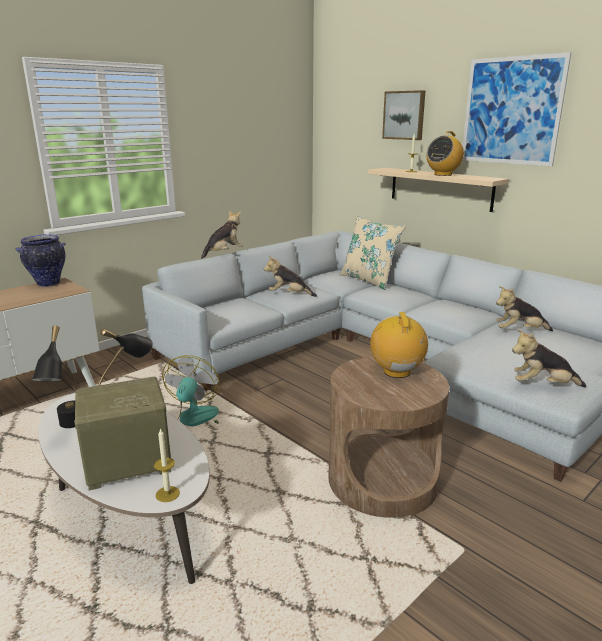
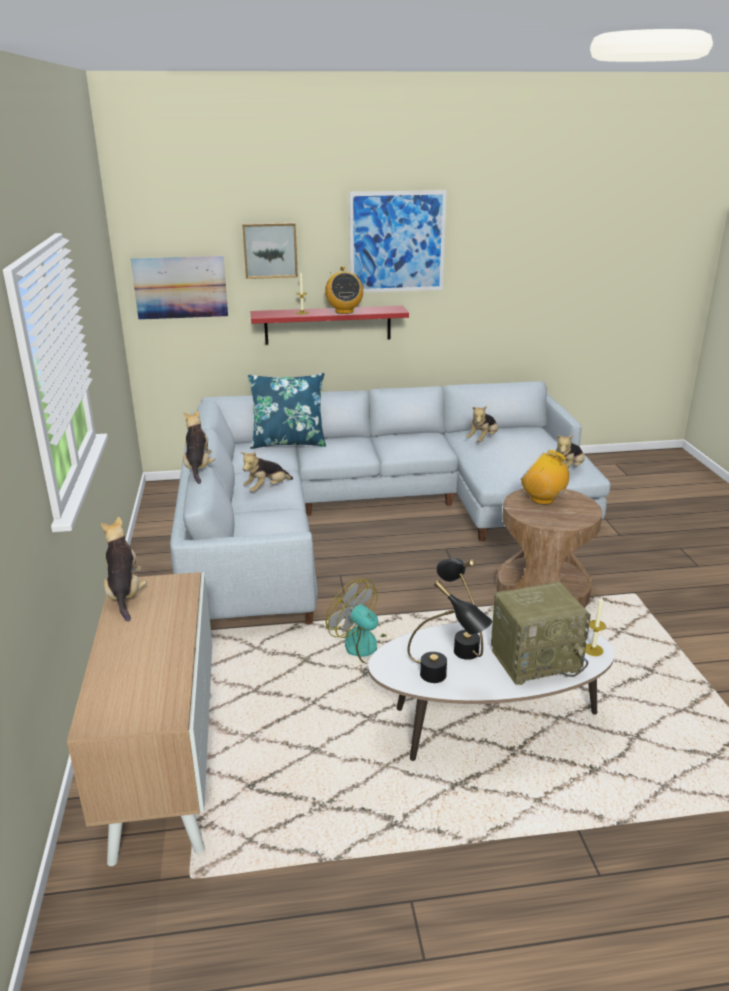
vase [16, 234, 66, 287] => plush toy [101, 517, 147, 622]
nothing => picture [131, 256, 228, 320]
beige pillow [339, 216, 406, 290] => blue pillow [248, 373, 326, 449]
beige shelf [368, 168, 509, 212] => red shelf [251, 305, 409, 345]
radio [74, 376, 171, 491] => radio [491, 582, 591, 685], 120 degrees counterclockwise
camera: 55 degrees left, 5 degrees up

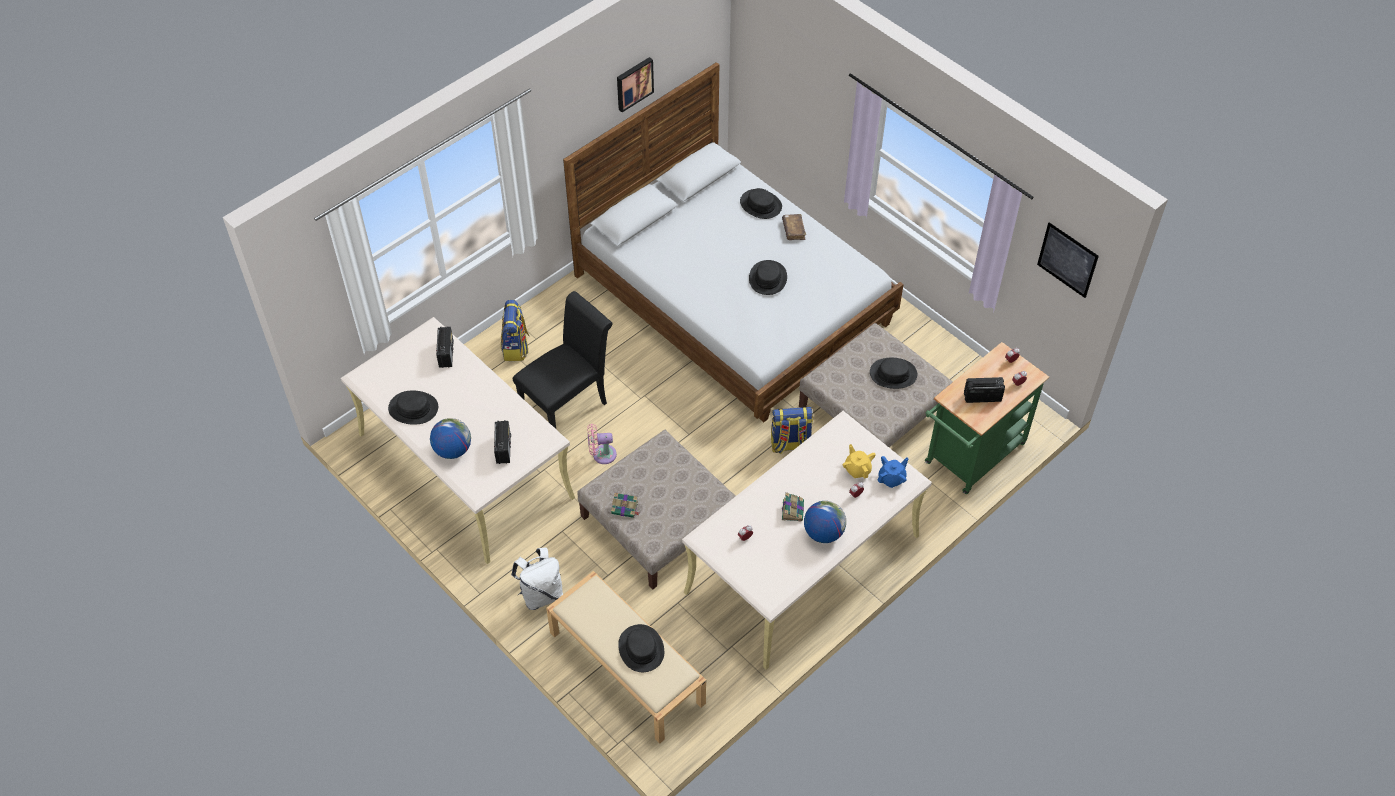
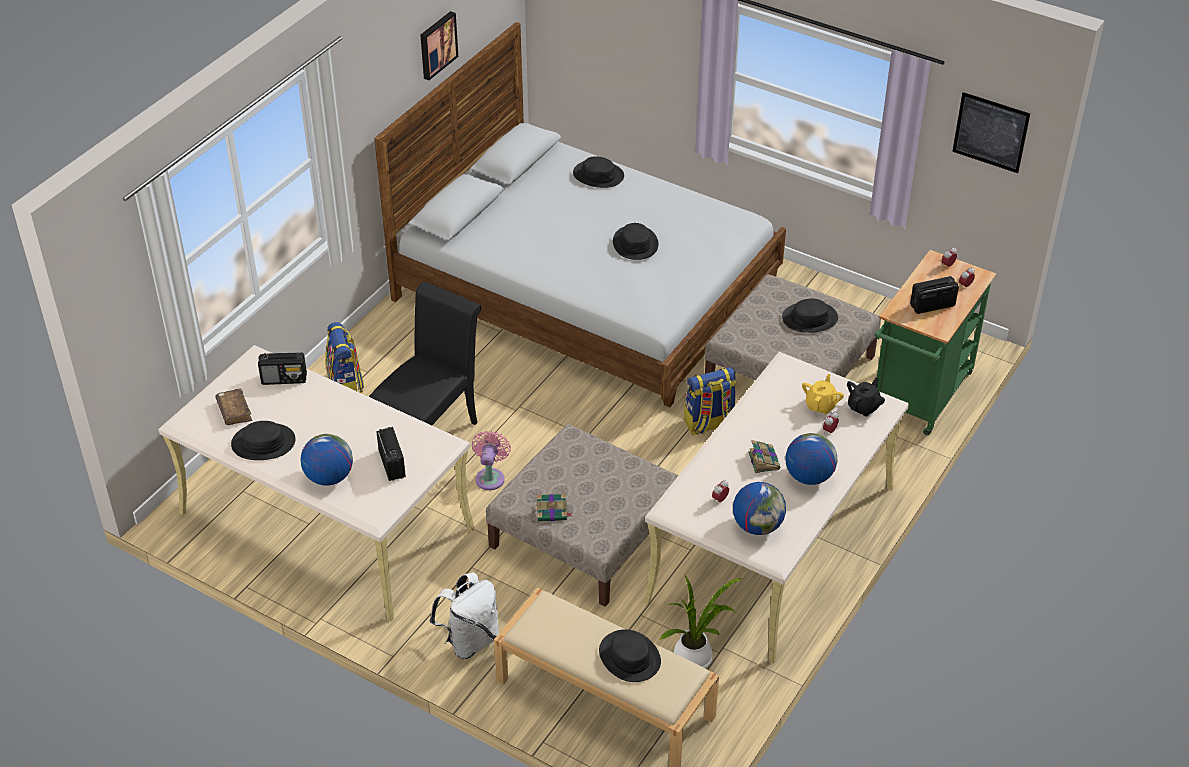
brown book [782, 214, 806, 240] => brown book [215, 388, 252, 425], relocated
radio [436, 327, 454, 368] => radio [258, 352, 307, 385], 105 degrees clockwise
pink fan [587, 424, 617, 464] => pink fan [472, 431, 511, 490], 120 degrees clockwise
nothing => potted plant [660, 574, 743, 668]
nothing => globe [733, 482, 786, 535]
yellow teapot [843, 444, 876, 478] => yellow teapot [802, 374, 844, 414], 60 degrees clockwise
blue teapot [877, 456, 909, 488] => black teapot [847, 377, 885, 417]
camera: 15 degrees left, 10 degrees down

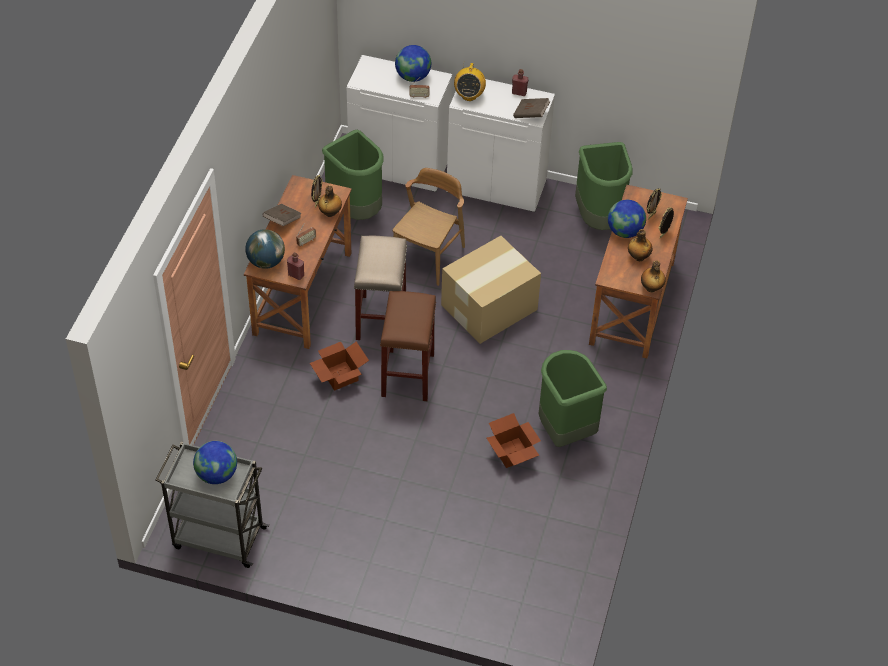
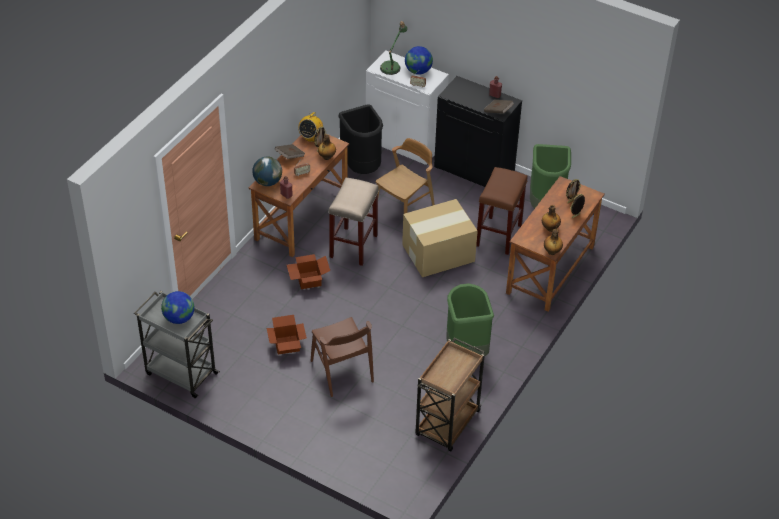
cardboard box [487, 413, 541, 468] => cardboard box [267, 315, 307, 355], relocated
radio [454, 63, 486, 101] => radio [298, 112, 323, 142], relocated
nothing => brown chair [311, 317, 374, 397]
green trash can [322, 130, 384, 220] => black trash can [339, 104, 383, 174]
nothing => table lamp [380, 21, 408, 75]
nothing => brown cart [416, 338, 485, 452]
white cabinet [446, 79, 555, 212] => black cabinet [434, 76, 522, 187]
brown stool [380, 291, 436, 401] => brown stool [476, 167, 527, 255], relocated
globe [608, 200, 646, 238] => nothing
camera: 15 degrees right, 5 degrees down

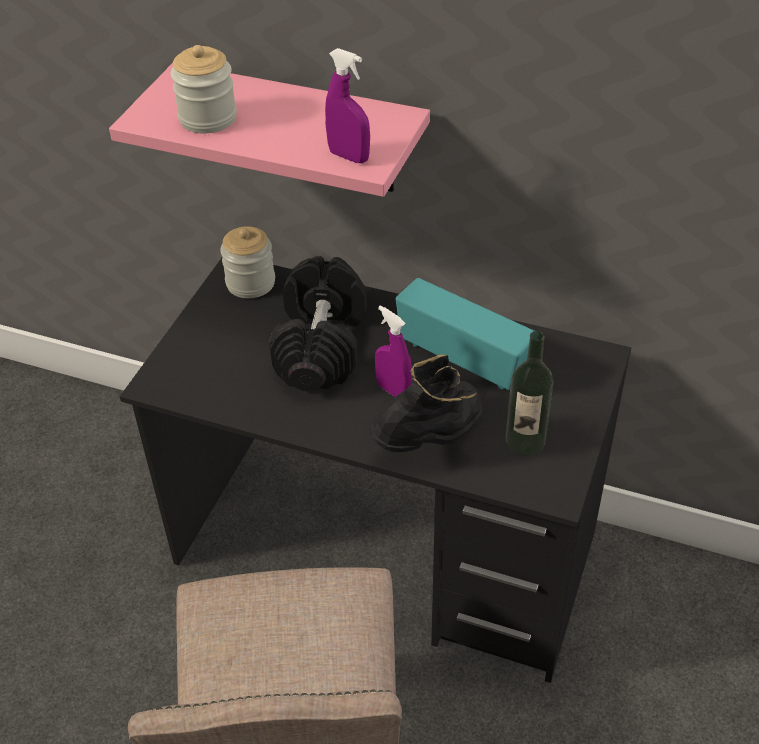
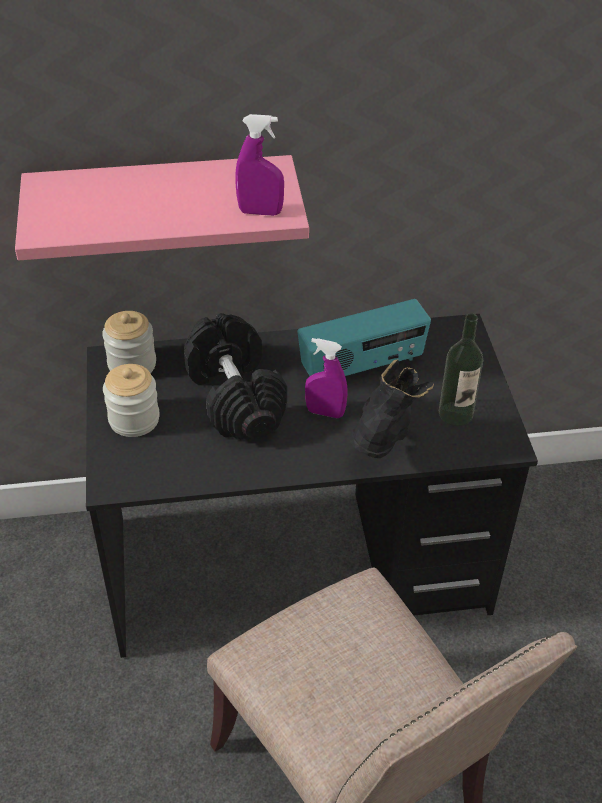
jar [171, 45, 237, 133] => jar [103, 364, 160, 437], relocated
radio [396, 278, 534, 390] => radio [297, 299, 431, 376], 150 degrees clockwise
camera: 30 degrees left, 0 degrees up

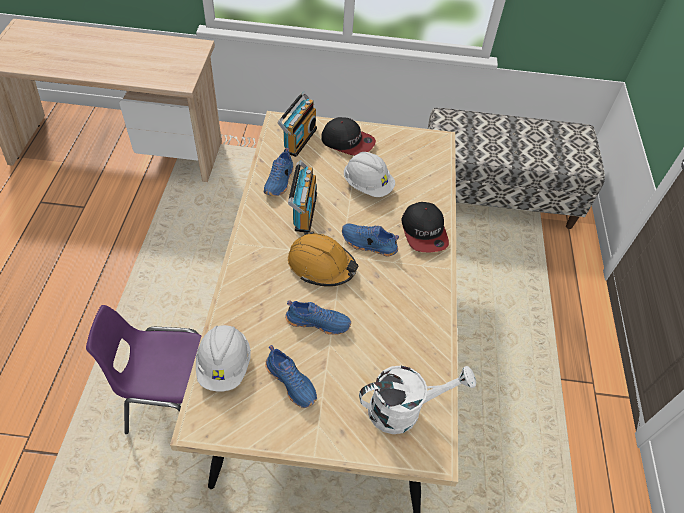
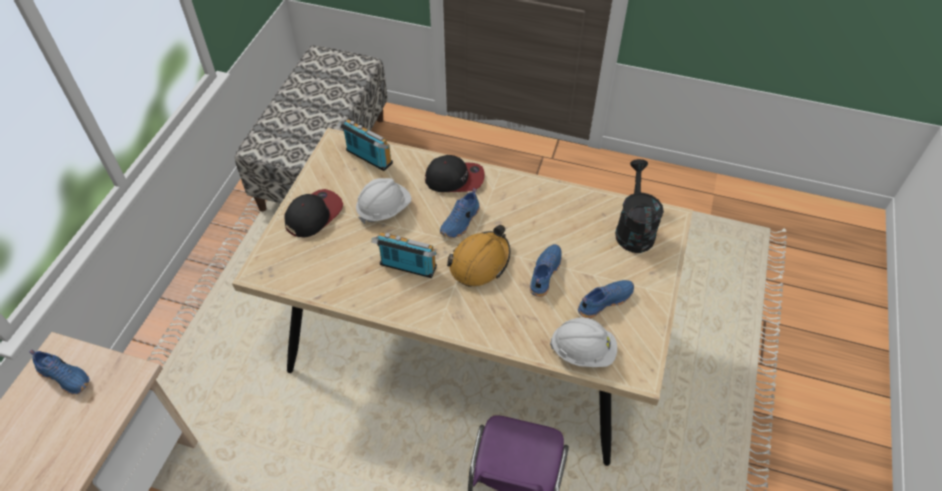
blue shoe [264, 148, 294, 196] => blue shoe [29, 349, 90, 394], relocated
radio [277, 92, 317, 157] => radio [336, 119, 393, 171], relocated
white watering can [359, 366, 476, 434] => black watering can [615, 159, 664, 253]
camera: 75 degrees left, 0 degrees up

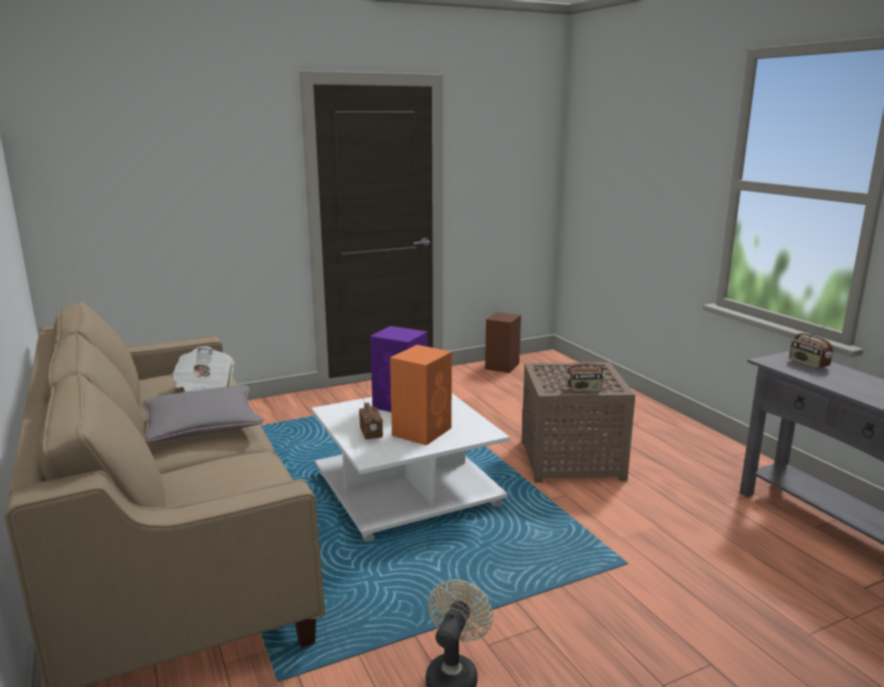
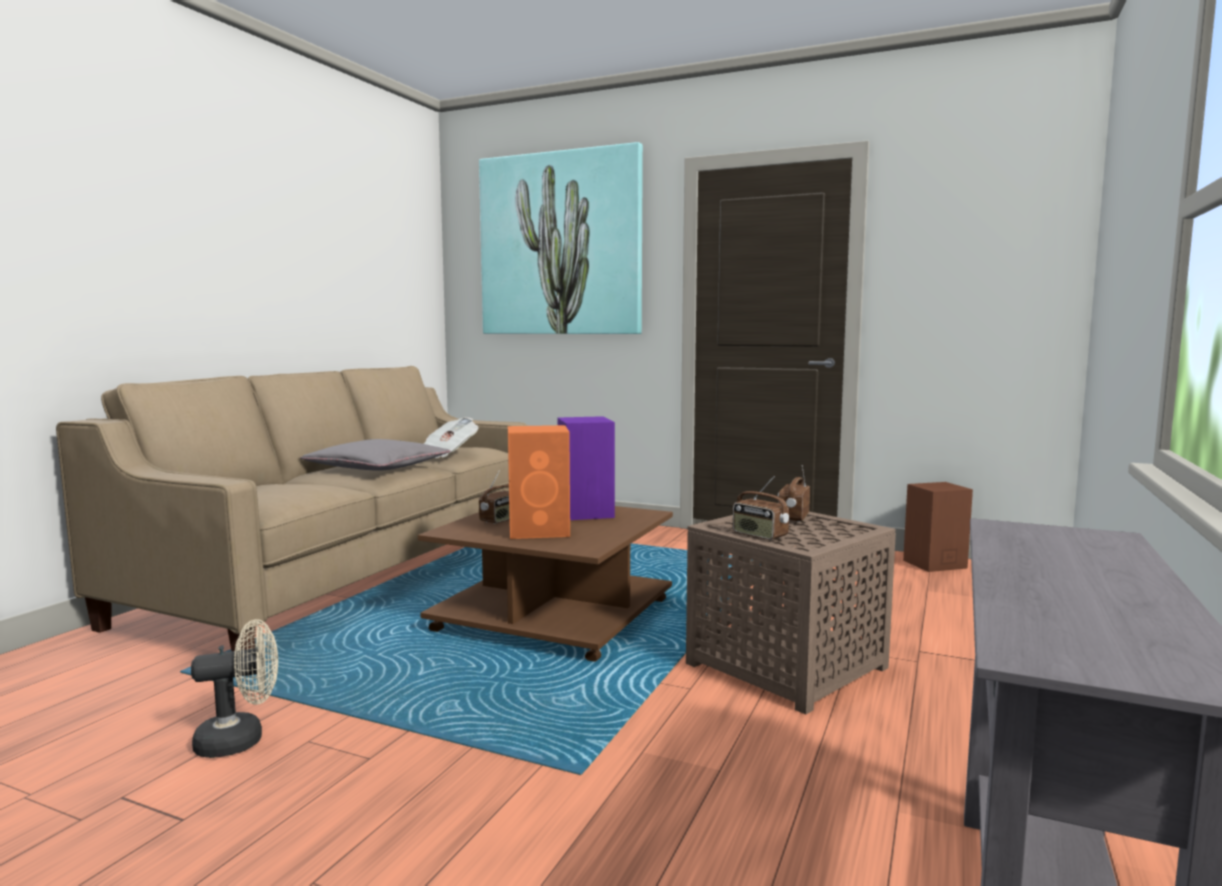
white coffee table [311, 394, 510, 542] => brown coffee table [418, 506, 673, 662]
nothing => picture [479, 142, 643, 334]
radio [789, 326, 833, 369] => radio [778, 465, 810, 522], relocated
camera: 50 degrees right, 10 degrees down

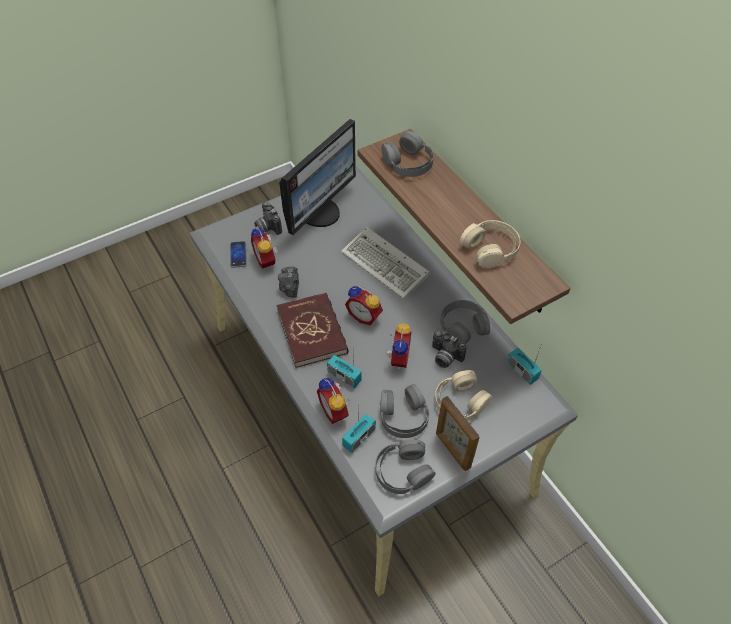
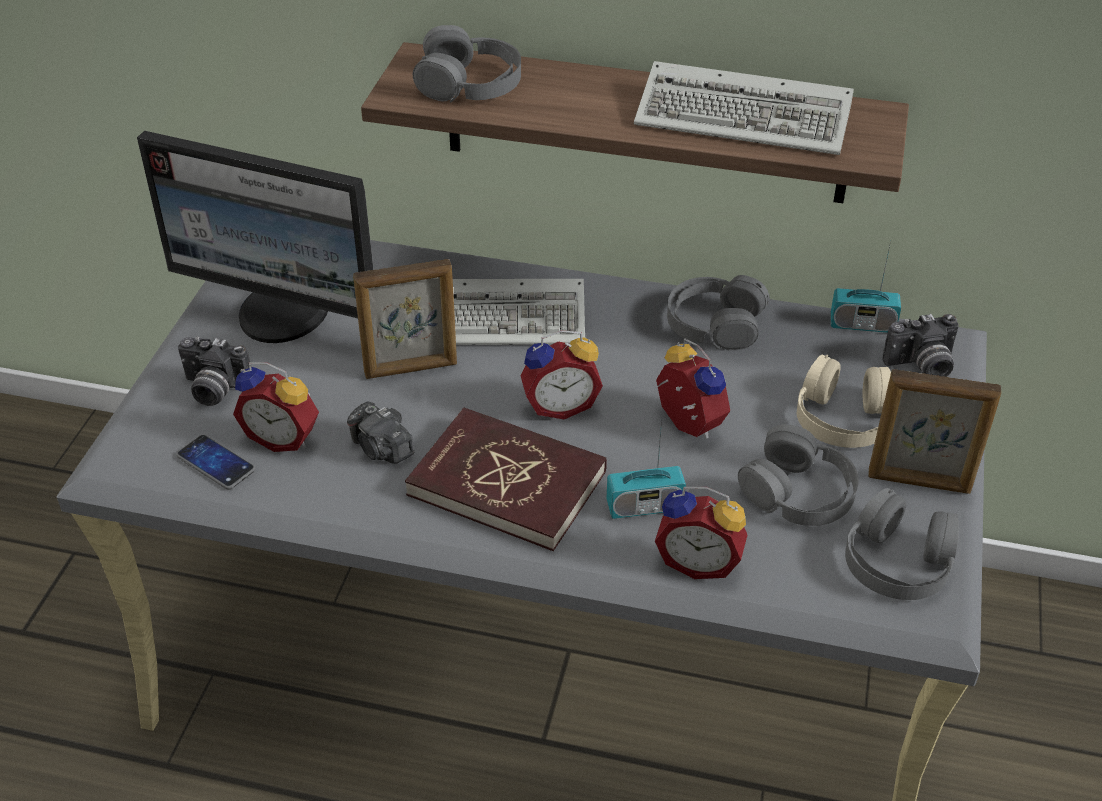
monitor [279, 119, 356, 235] => monitor [137, 131, 373, 343], 120 degrees clockwise
nothing => picture frame [353, 259, 457, 379]
beige headphones [460, 220, 520, 268] => keyboard [634, 61, 854, 155]
photo camera [432, 331, 467, 368] => photo camera [882, 314, 959, 377], relocated
radio [342, 409, 376, 453] => nothing
camera: 45 degrees left, 10 degrees down

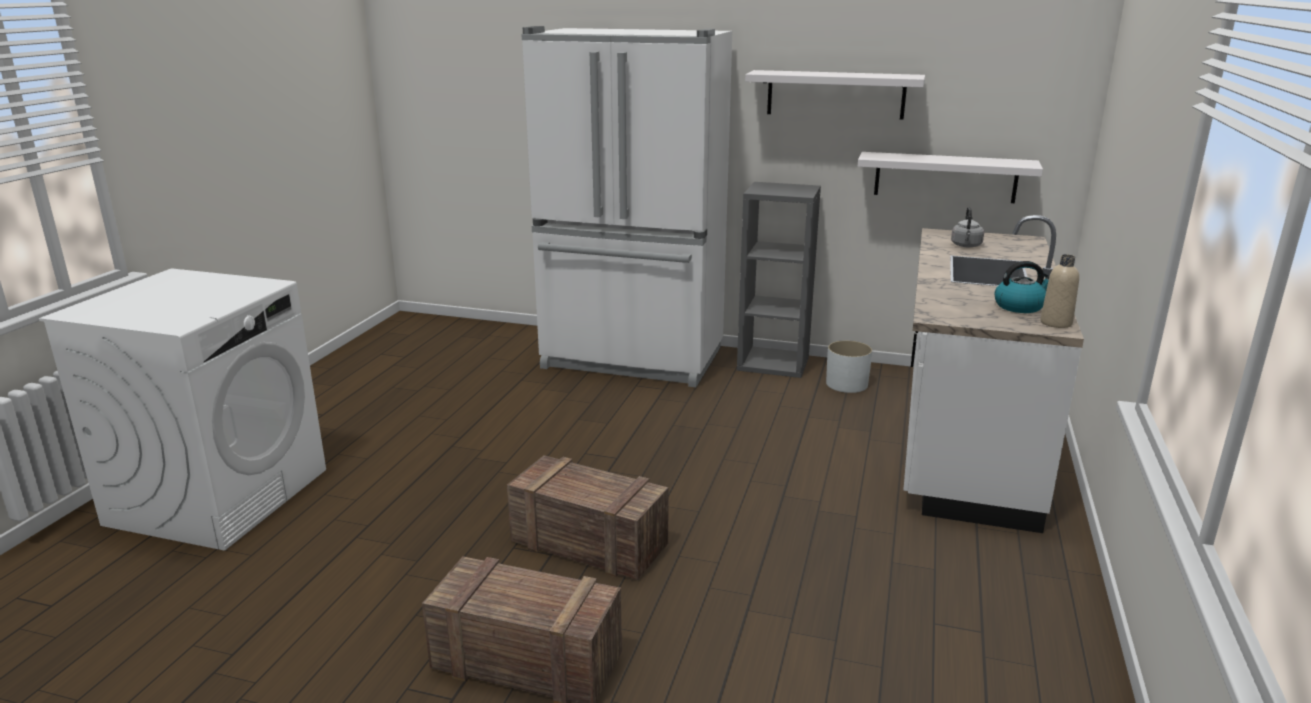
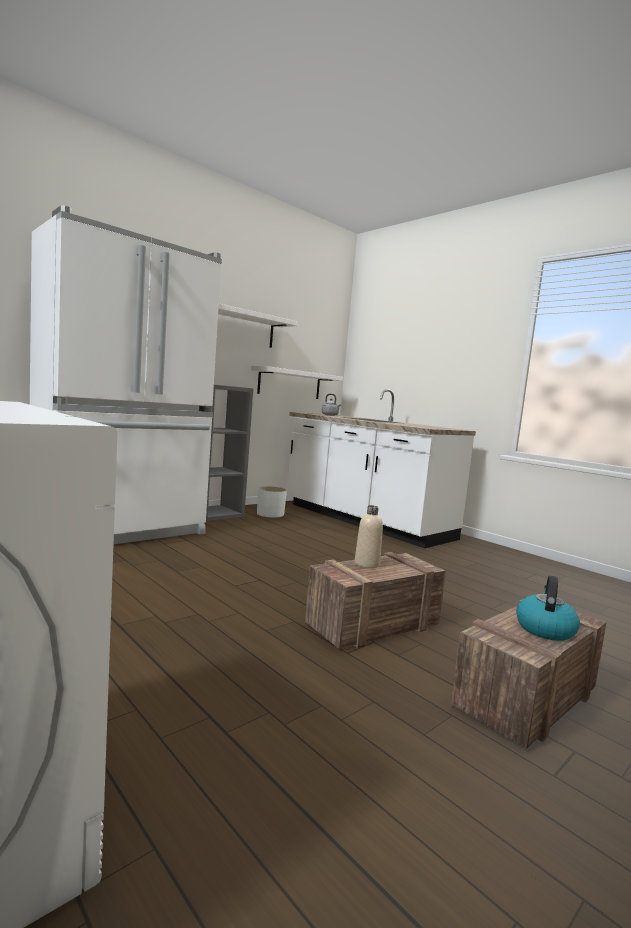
beige bottle [1040, 254, 1079, 328] => beige bottle [355, 505, 383, 568], relocated
kettle [994, 261, 1049, 313] => kettle [516, 575, 580, 641], relocated
camera: 60 degrees left, 15 degrees down

